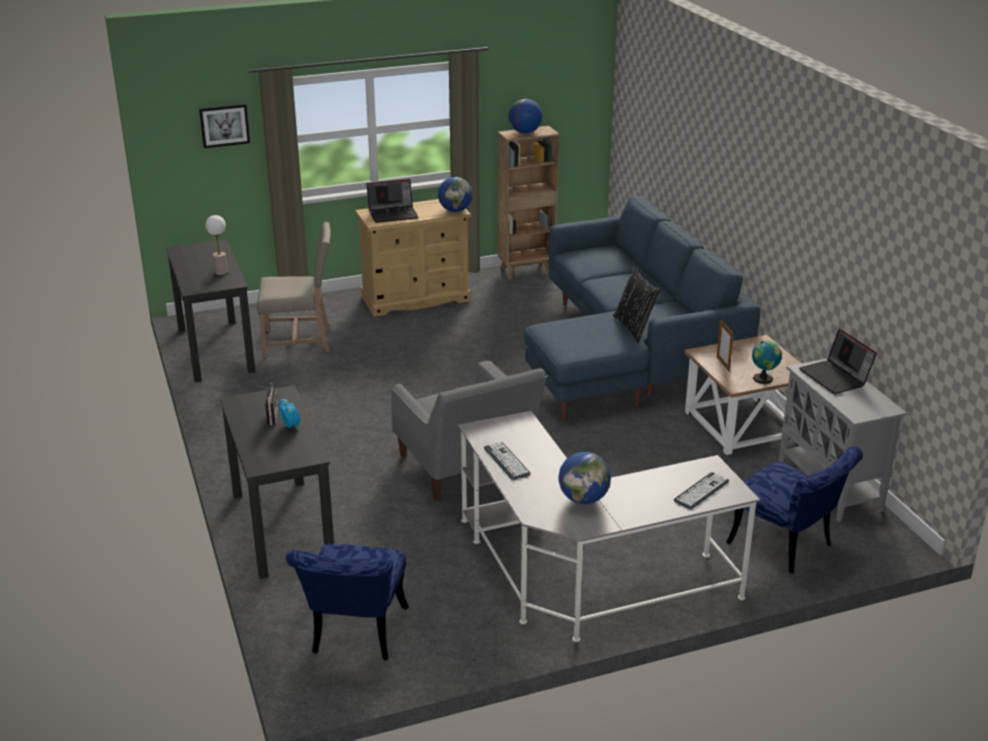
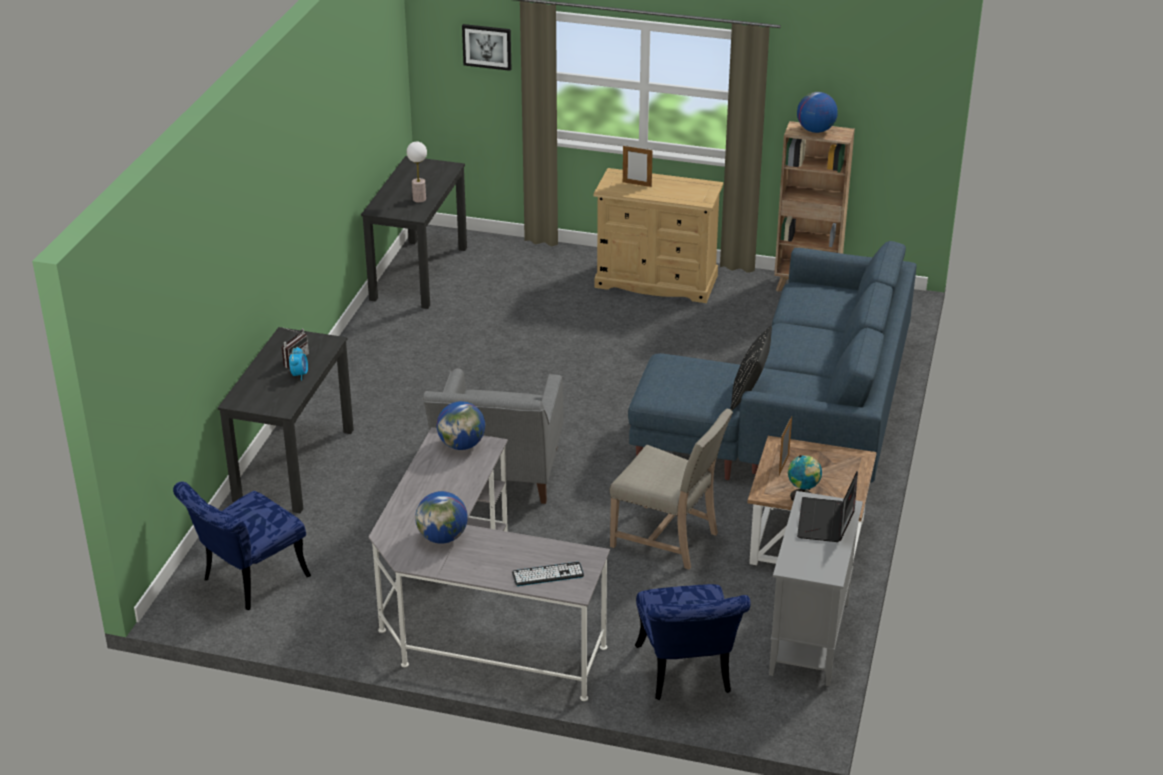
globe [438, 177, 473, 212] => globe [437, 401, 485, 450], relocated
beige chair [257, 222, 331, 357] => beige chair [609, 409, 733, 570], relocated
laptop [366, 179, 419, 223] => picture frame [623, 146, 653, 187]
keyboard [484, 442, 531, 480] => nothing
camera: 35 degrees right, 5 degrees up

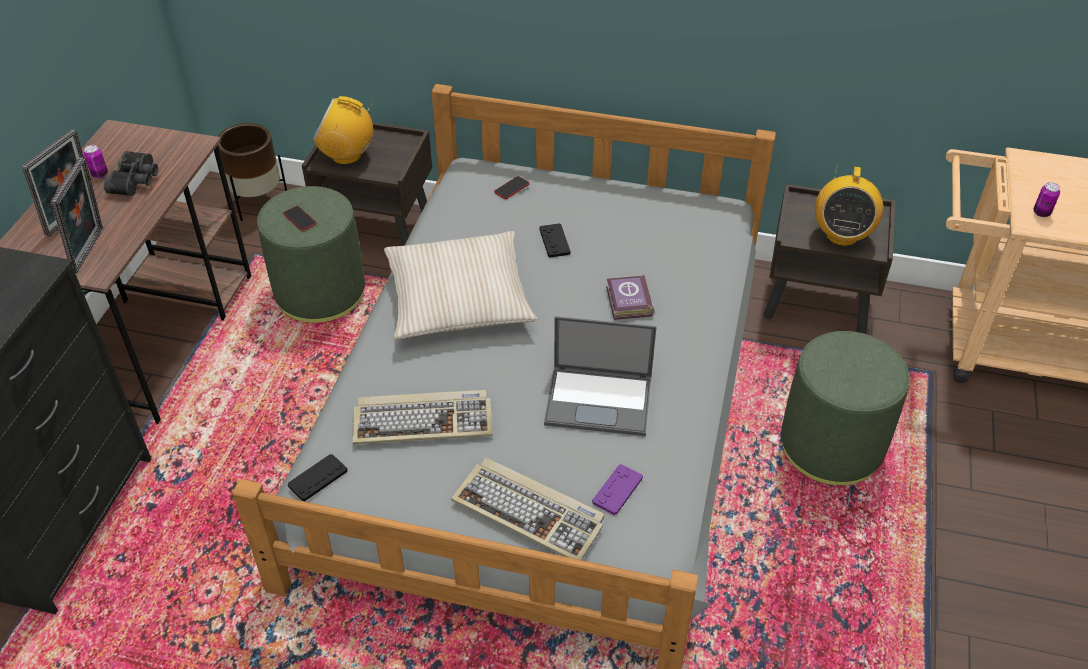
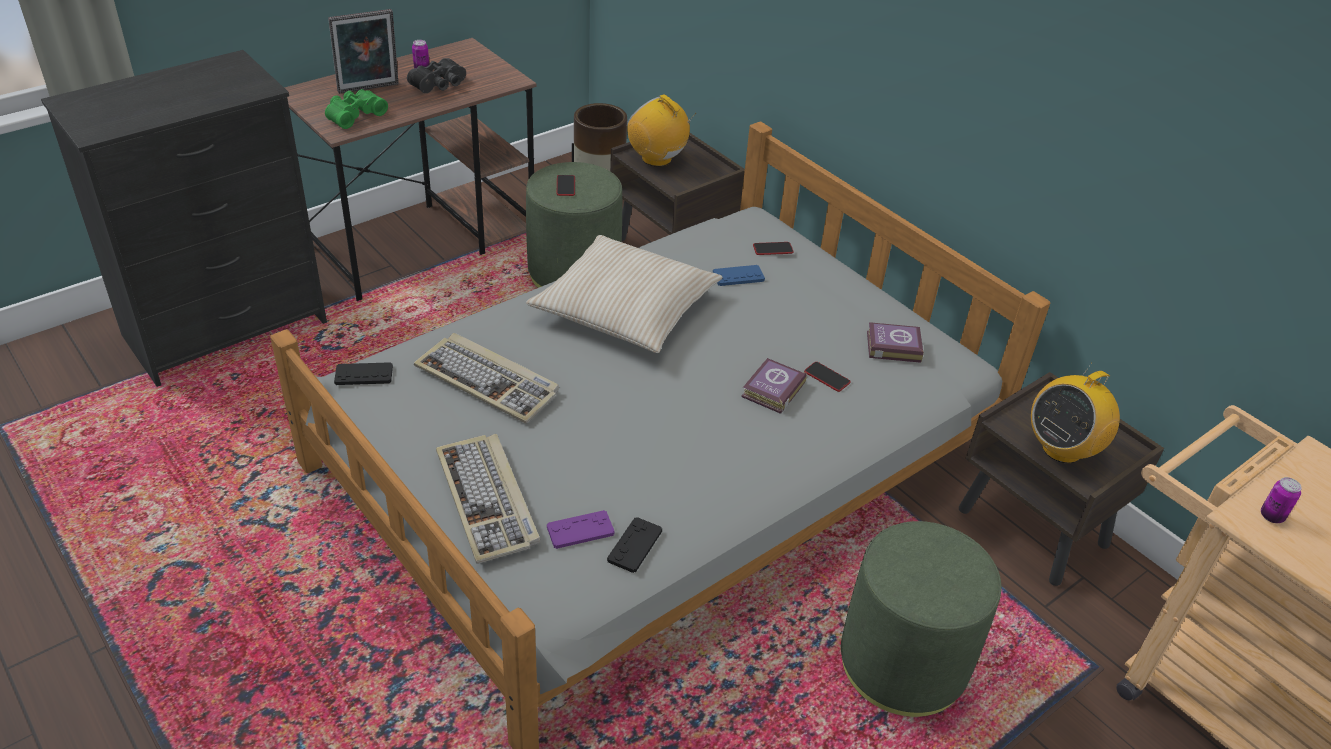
picture frame [51, 157, 103, 273] => green binoculars [325, 89, 388, 129]
black game controller [539, 223, 571, 257] => black game controller [607, 517, 662, 573], relocated
nothing => blue game controller [713, 265, 765, 286]
nothing => phone [804, 362, 851, 392]
nothing => book [867, 322, 924, 363]
laptop [544, 316, 657, 436] => nothing
camera: 35 degrees right, 5 degrees down

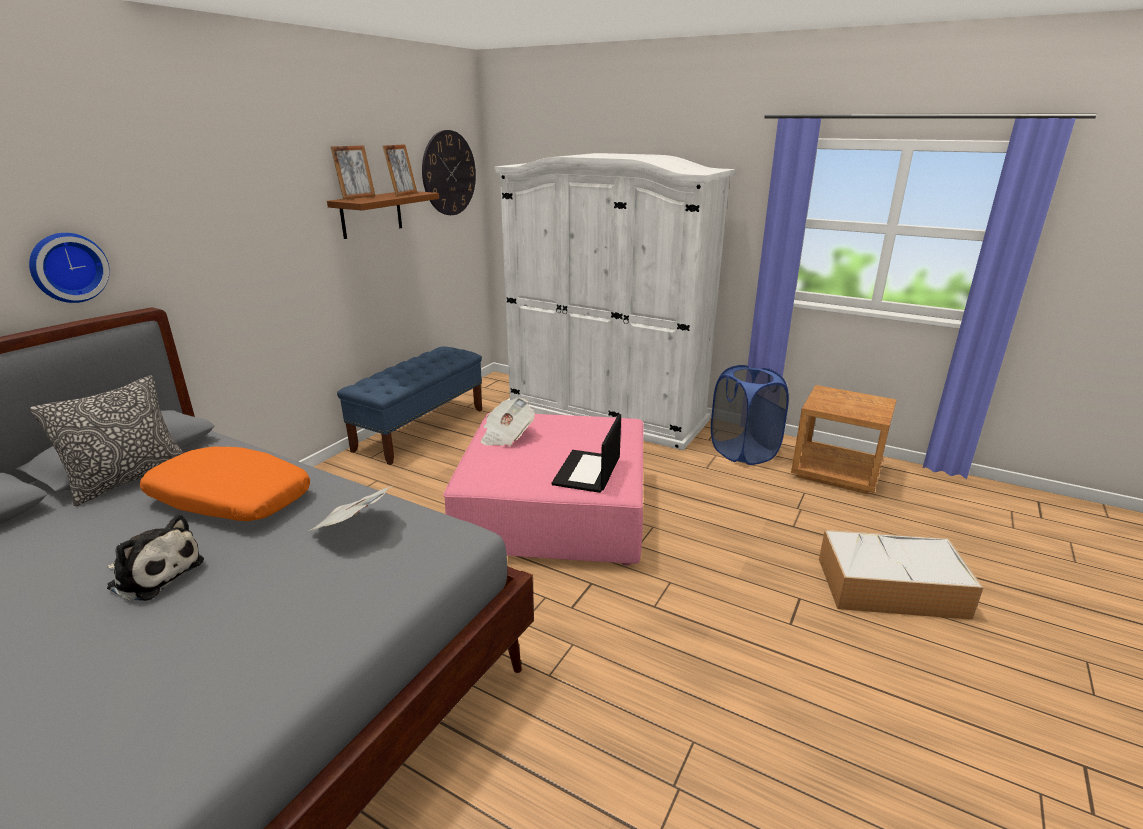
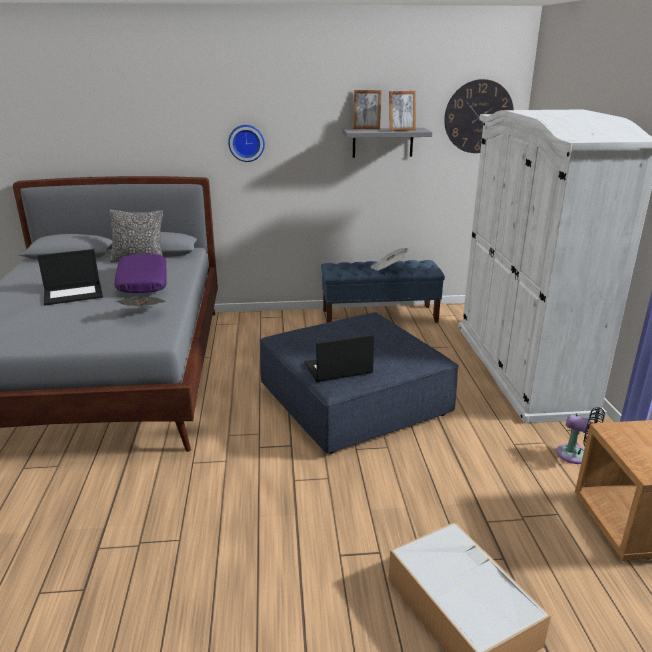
plush toy [107, 514, 204, 601] => laptop [37, 249, 103, 306]
orange pillow [140, 447, 310, 521] => purple pillow [114, 254, 167, 293]
wall clock [29, 233, 110, 303] => wall clock [228, 125, 265, 162], relocated
pink ottoman [443, 413, 644, 565] => blue ottoman [259, 312, 459, 454]
brown shelf [327, 191, 439, 239] => grey shelf [343, 128, 432, 158]
newspaper [481, 398, 535, 446] => newspaper [370, 248, 409, 271], relocated
blue laundry basket [711, 365, 789, 465] => black fan [557, 407, 605, 464]
camera: 55 degrees right, 0 degrees up

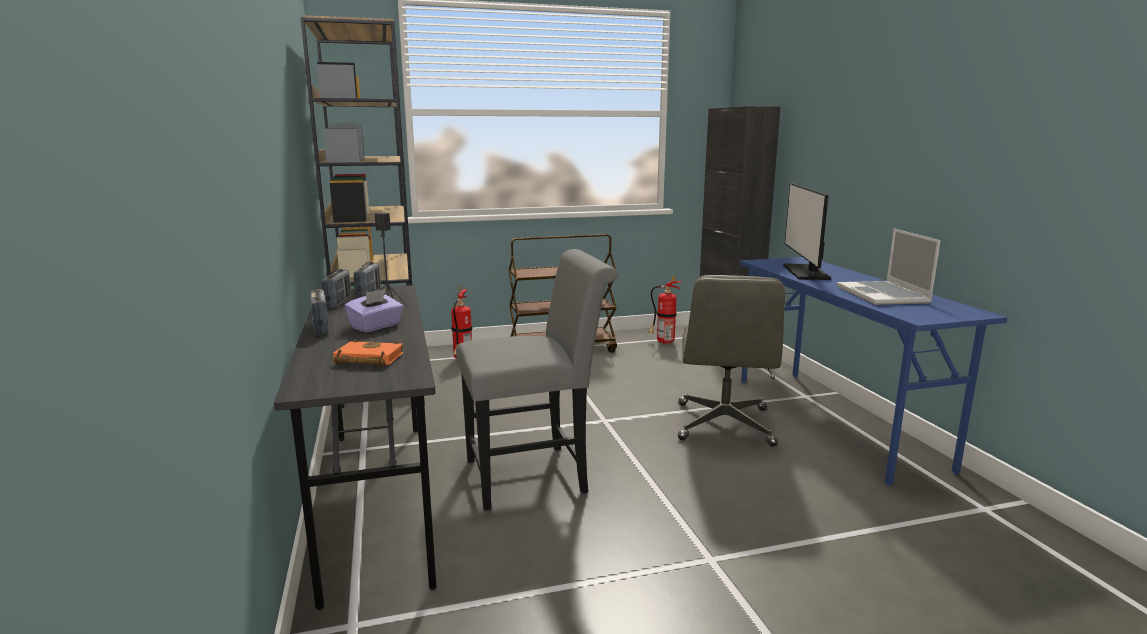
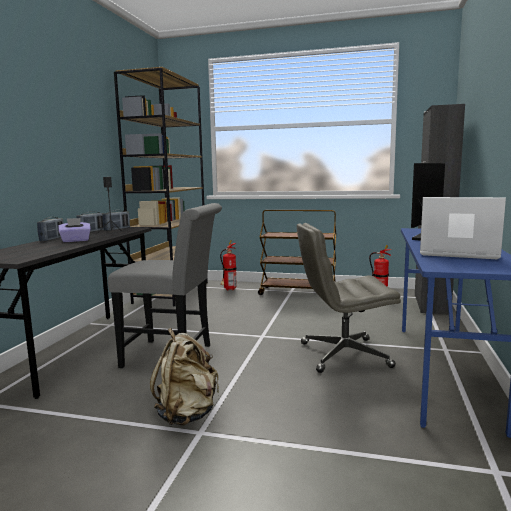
nothing => beige backpack [150, 328, 219, 426]
grey office chair [678, 275, 785, 447] => grey office chair [297, 223, 401, 373], 45 degrees clockwise
laptop [837, 229, 941, 305] => laptop [420, 197, 506, 259], 90 degrees clockwise
orange book [333, 339, 403, 366] => nothing
camera: 30 degrees right, 5 degrees down

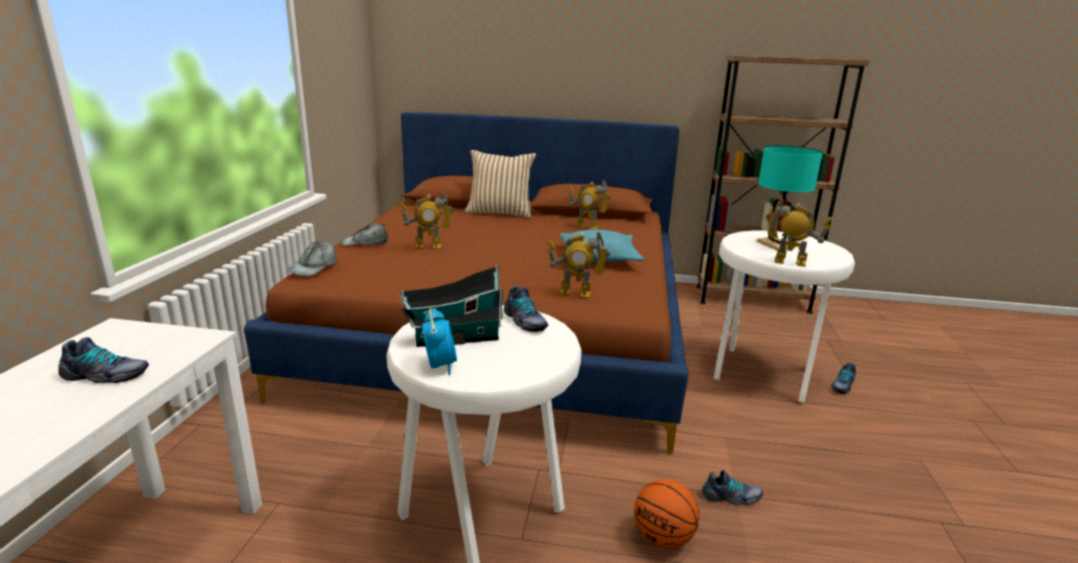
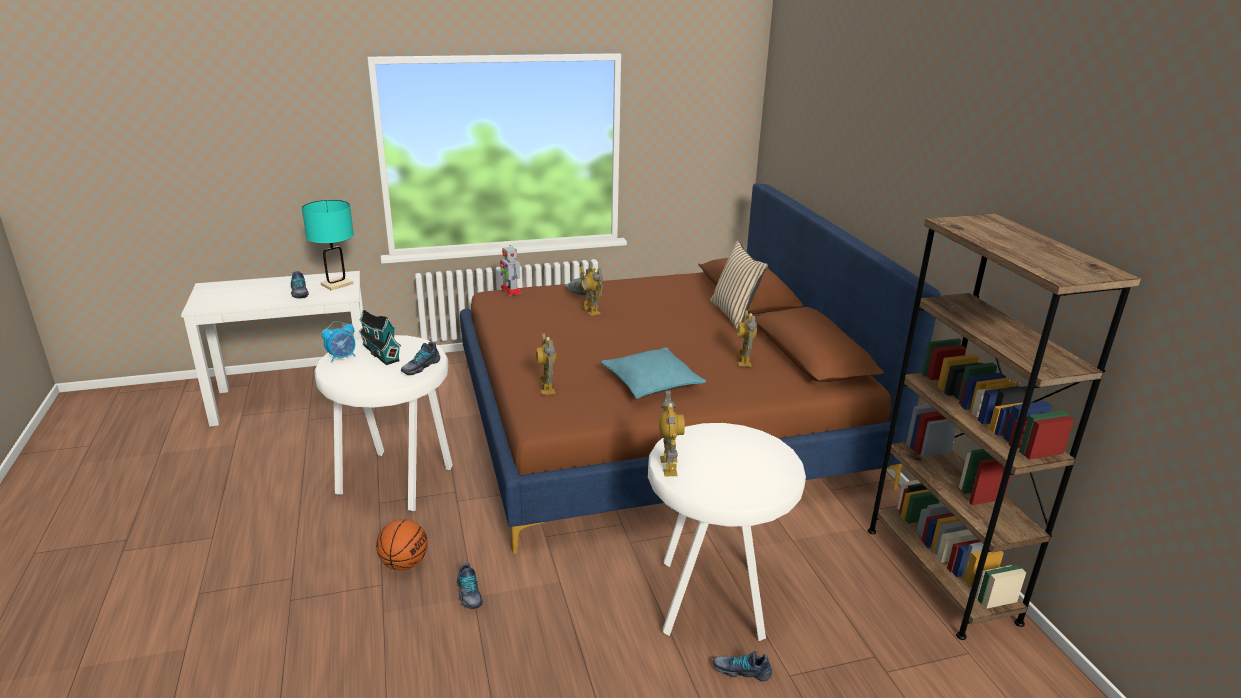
turquoise table lamp [757, 145, 823, 250] => turquoise table lamp [302, 200, 354, 290], relocated
grey cap [288, 241, 337, 276] => toy robot [500, 245, 522, 295]
camera: 65 degrees right, 5 degrees up

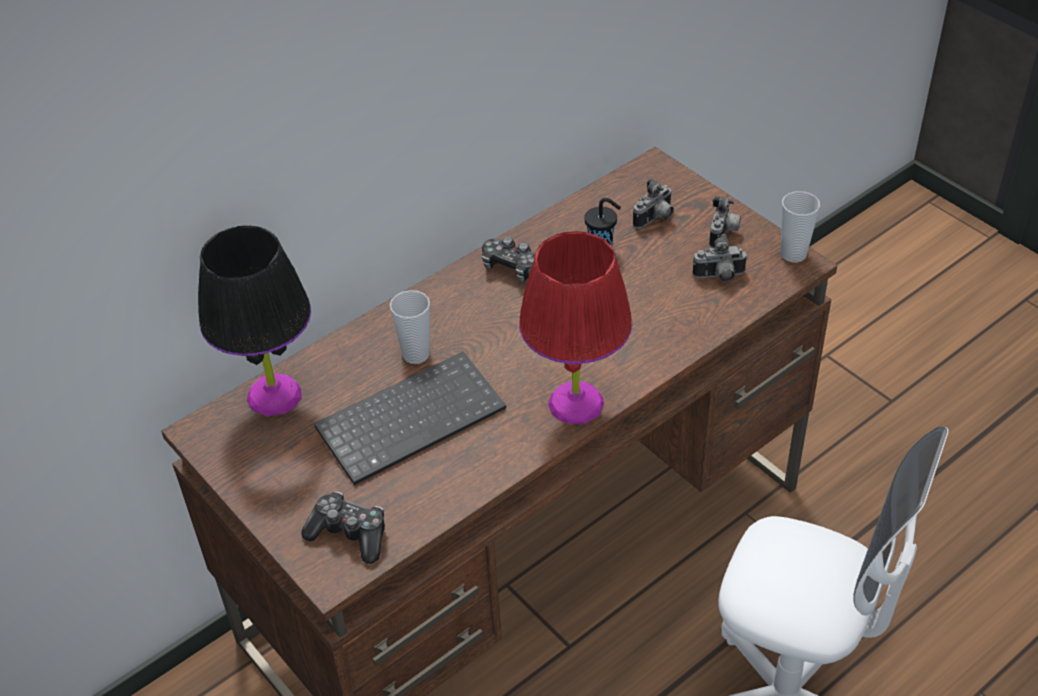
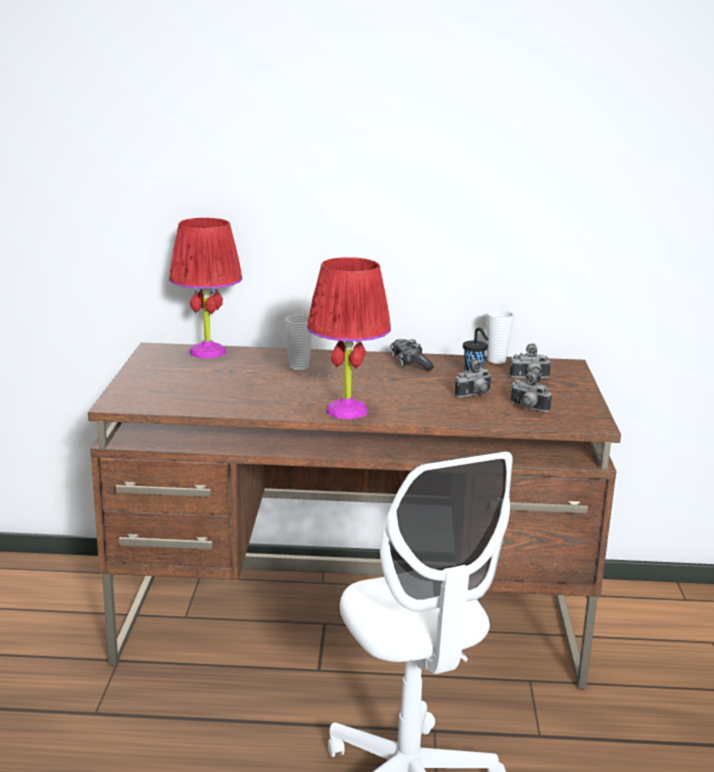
black table lamp [198, 226, 311, 417] => red table lamp [169, 218, 242, 358]
photo camera [709, 196, 741, 248] => photo camera [455, 359, 492, 398], relocated
cup [781, 191, 820, 263] => cup [486, 310, 514, 364], relocated
game controller [301, 491, 385, 564] => nothing
keyboard [314, 351, 506, 485] => nothing
camera: 40 degrees right, 25 degrees down

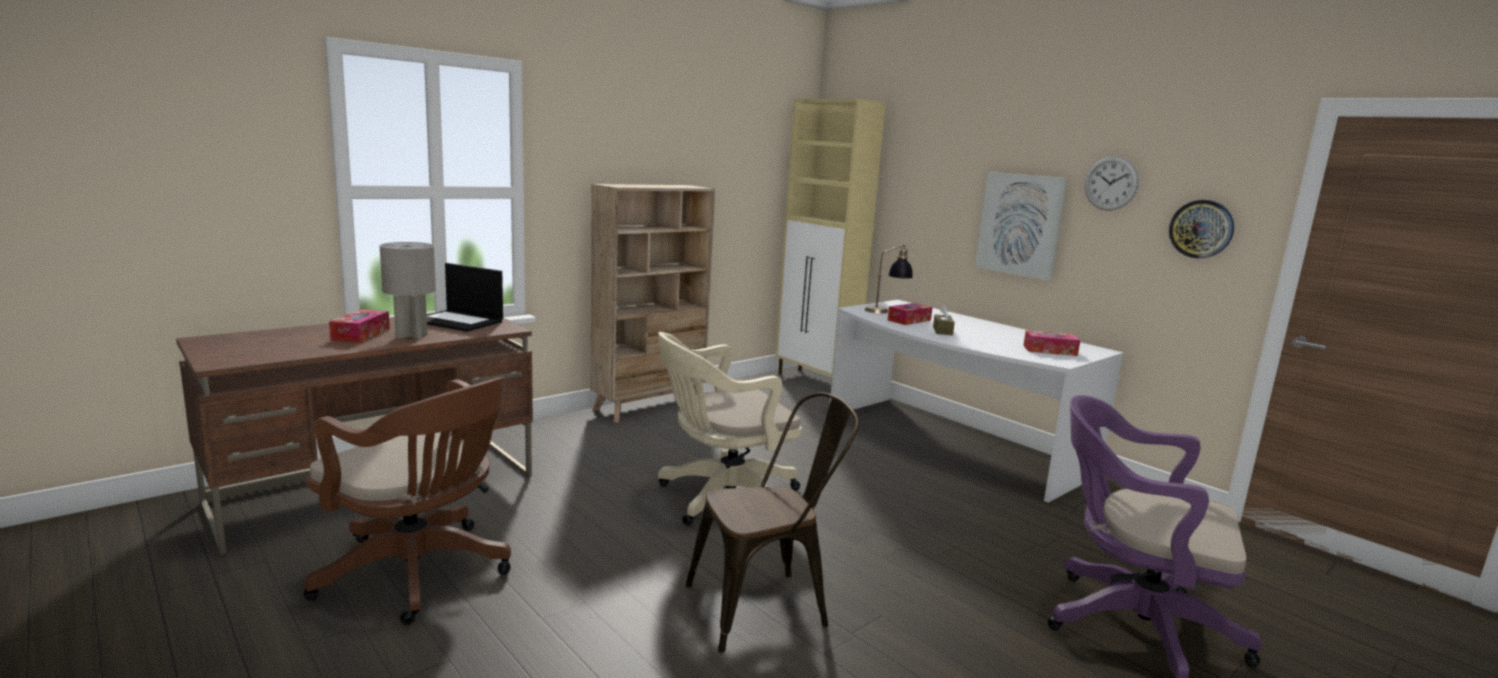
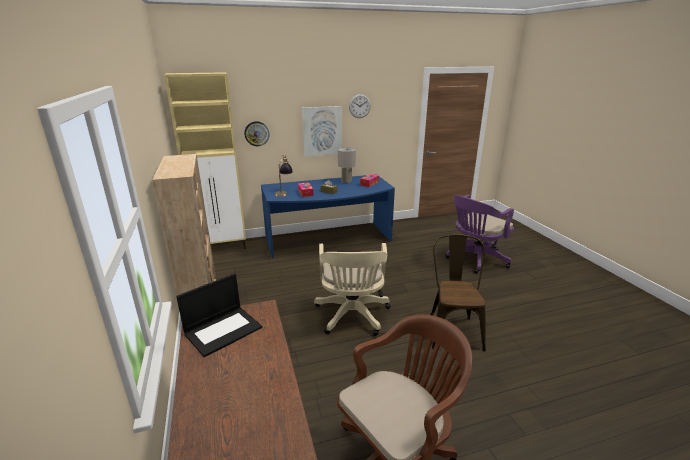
wall clock [1169, 200, 1234, 258] => wall clock [244, 121, 269, 146], relocated
white desk [830, 300, 1124, 503] => blue desk [261, 174, 395, 258]
grey table lamp [380, 242, 436, 339] => grey table lamp [338, 148, 356, 183], relocated
tissue box [329, 309, 390, 343] => nothing
camera: 65 degrees left, 10 degrees up

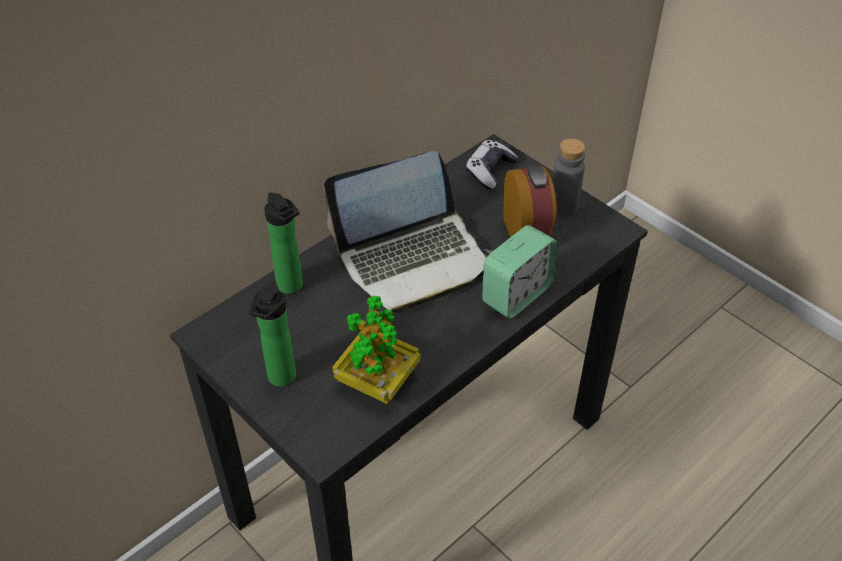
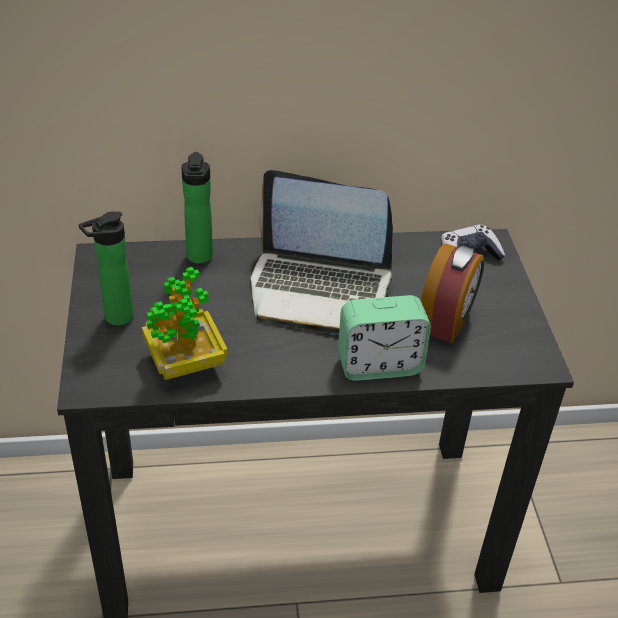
grey bottle [552, 138, 585, 214] => nothing
camera: 35 degrees right, 5 degrees down

